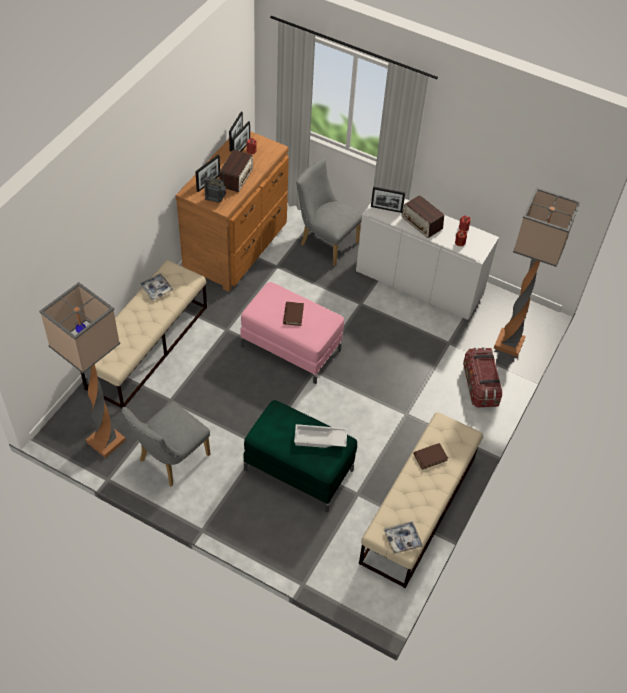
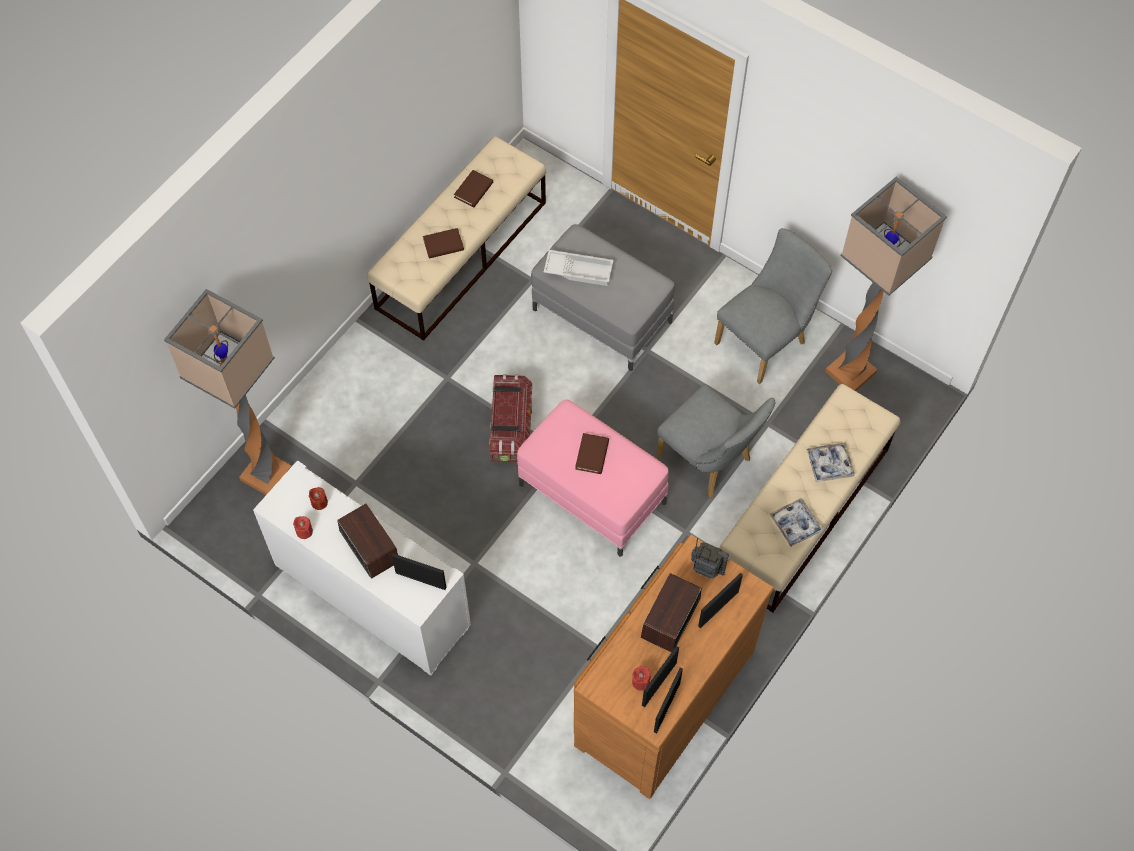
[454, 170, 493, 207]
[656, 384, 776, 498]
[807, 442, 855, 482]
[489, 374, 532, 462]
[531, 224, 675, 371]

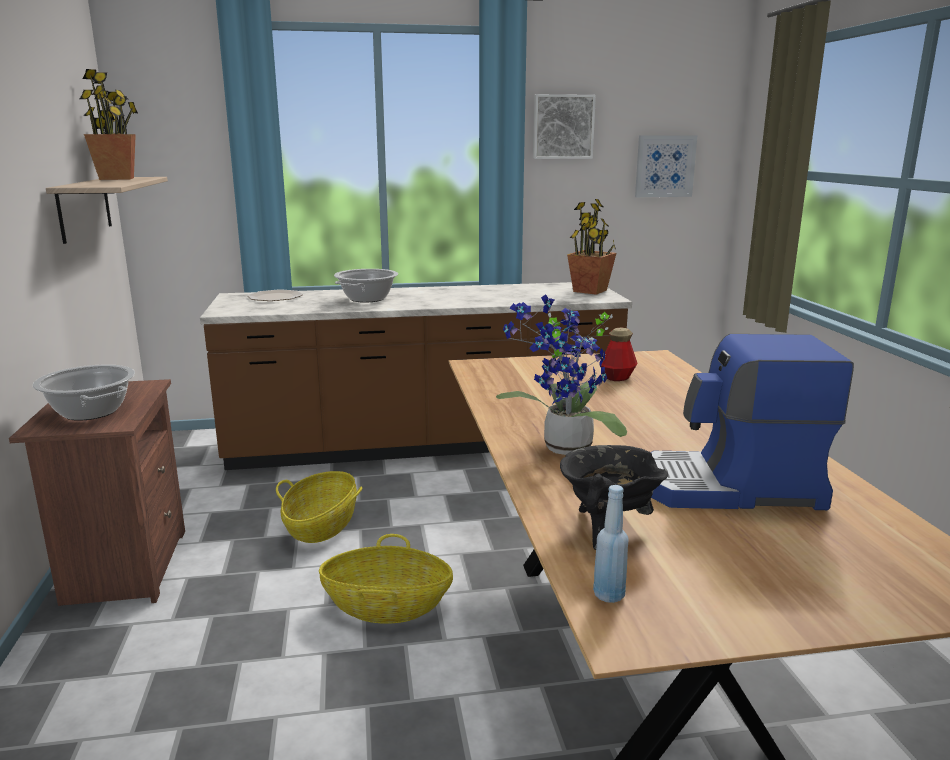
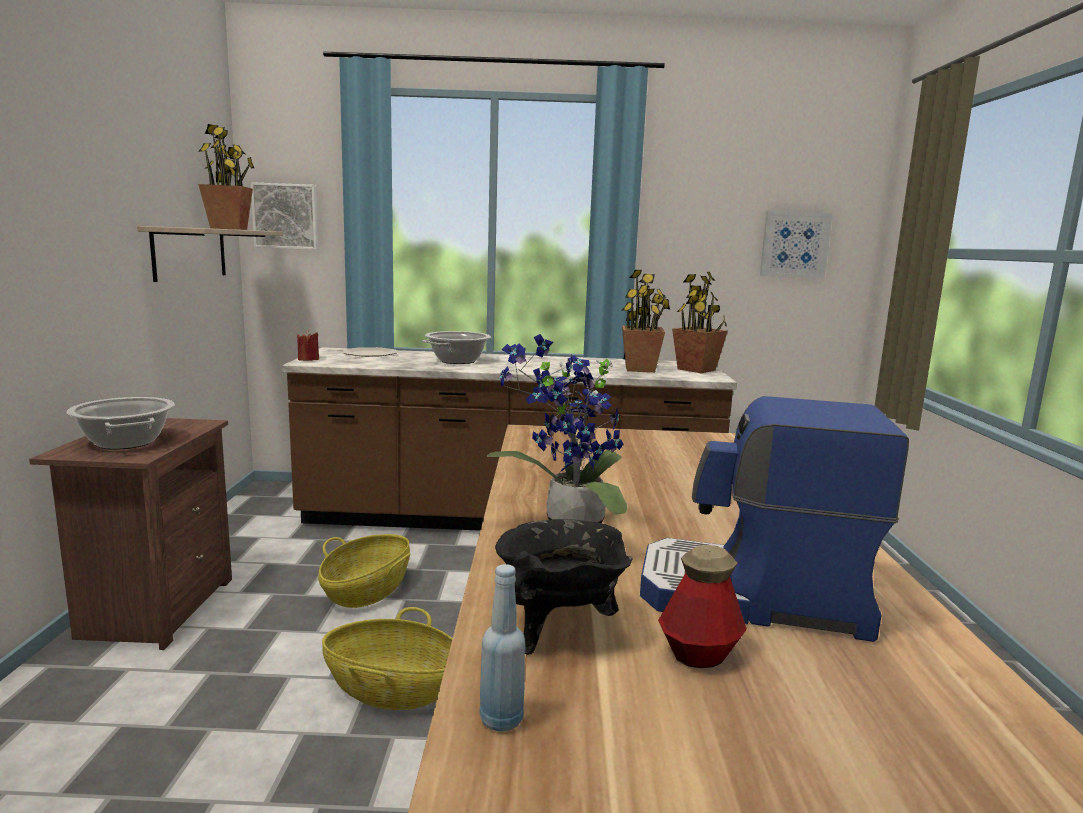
[297, 330, 319, 361]
[622, 270, 670, 373]
[251, 182, 319, 250]
[658, 545, 747, 668]

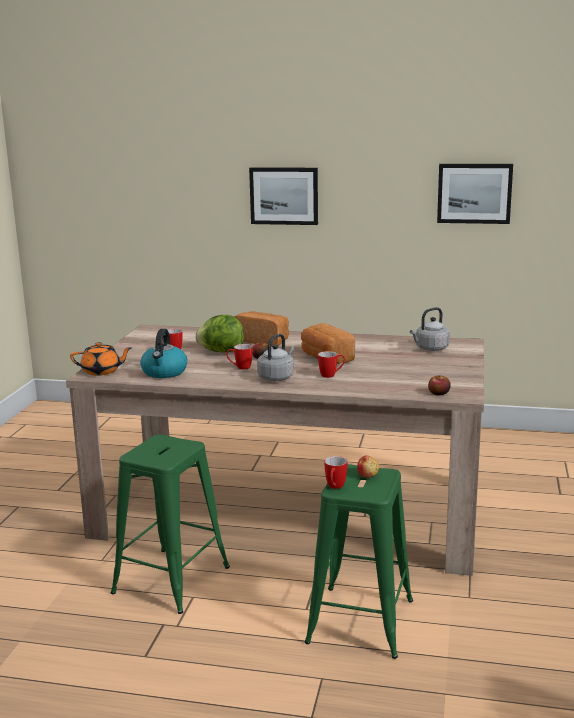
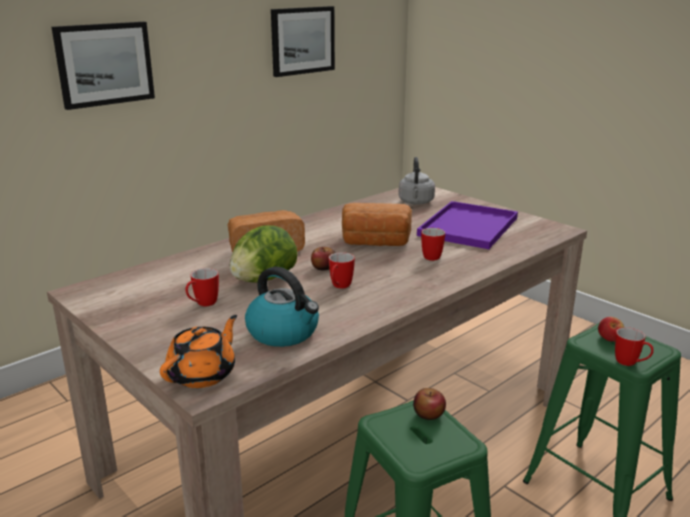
[257, 334, 295, 381] (first image)
[417, 201, 518, 249]
[413, 388, 446, 420]

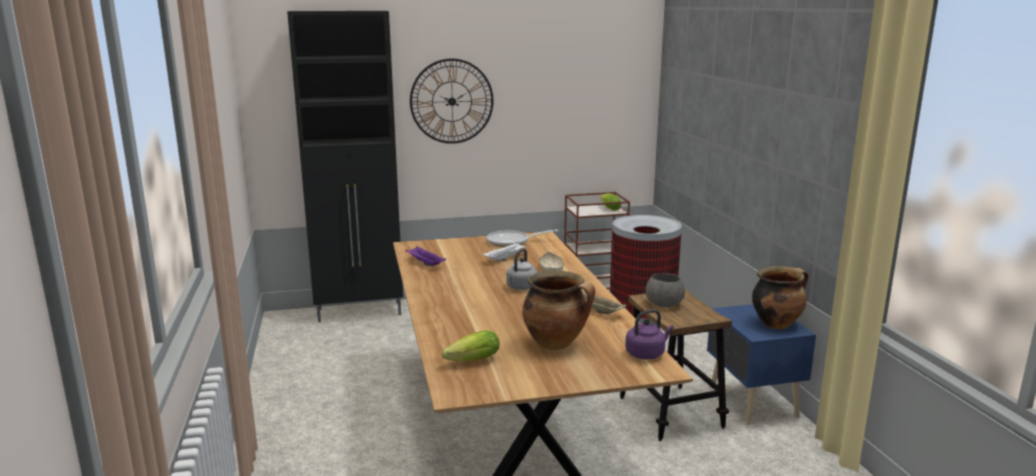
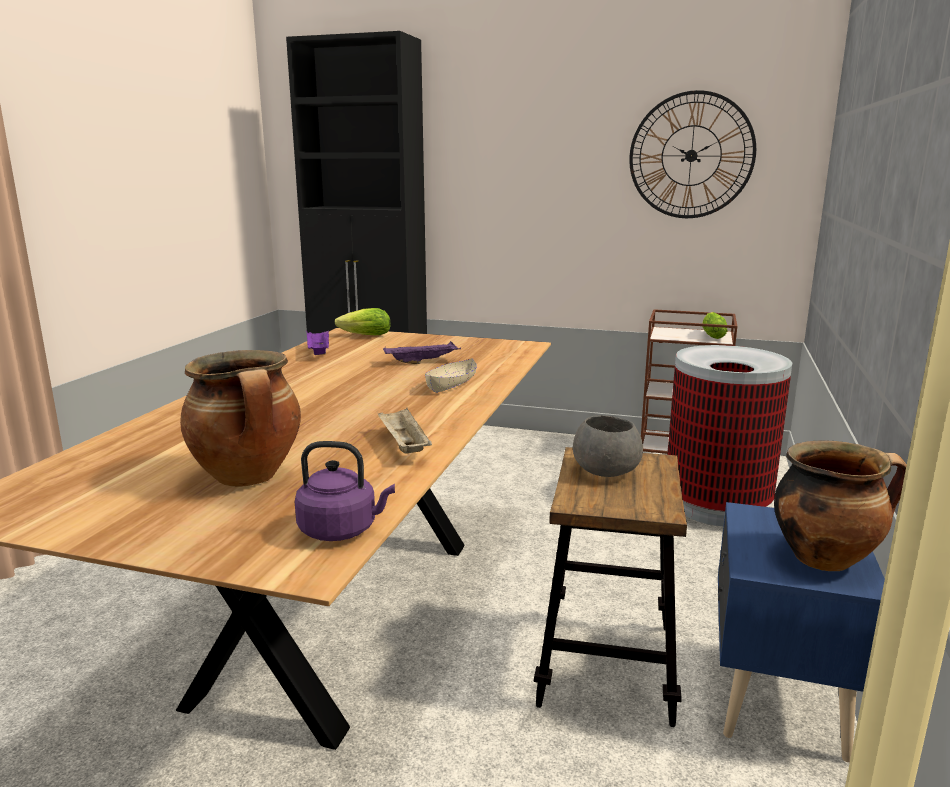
[487, 229, 558, 247] (first image)
[506, 248, 538, 290] (first image)
[629, 90, 756, 218]
[335, 308, 391, 335]
[383, 341, 461, 364]

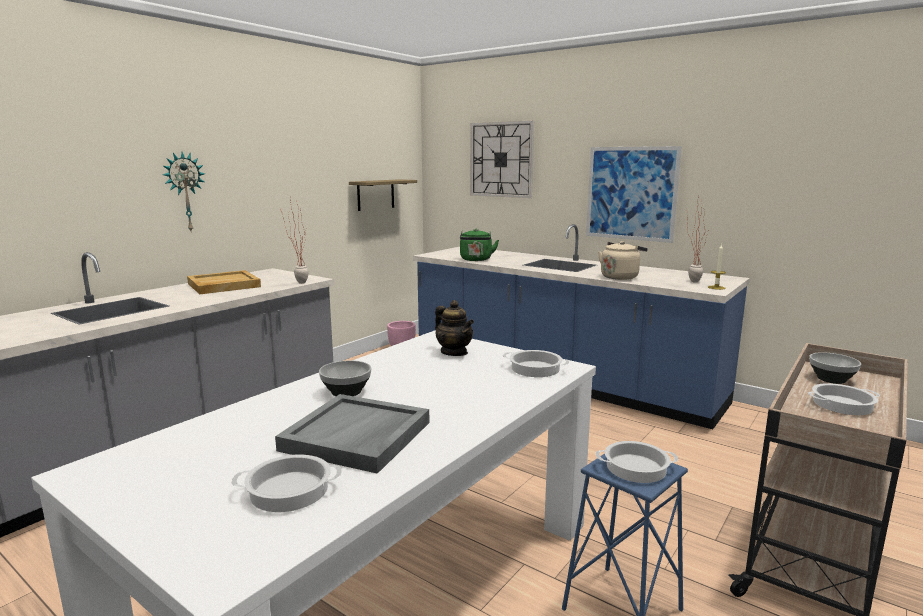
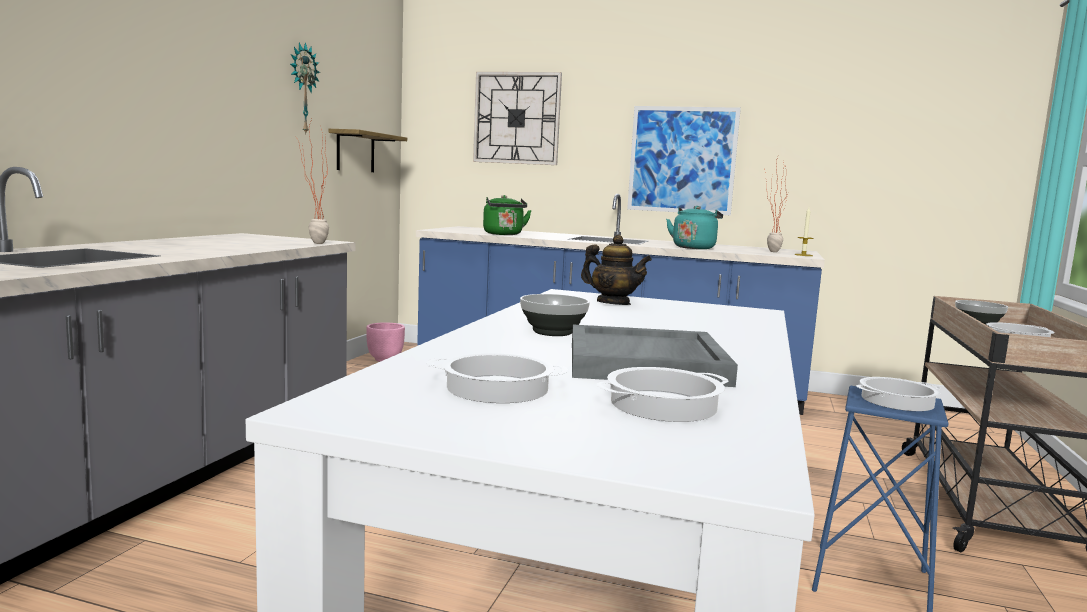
[187, 270, 261, 294] (first image)
[290, 42, 320, 135]
[426, 353, 569, 403]
[666, 206, 723, 249]

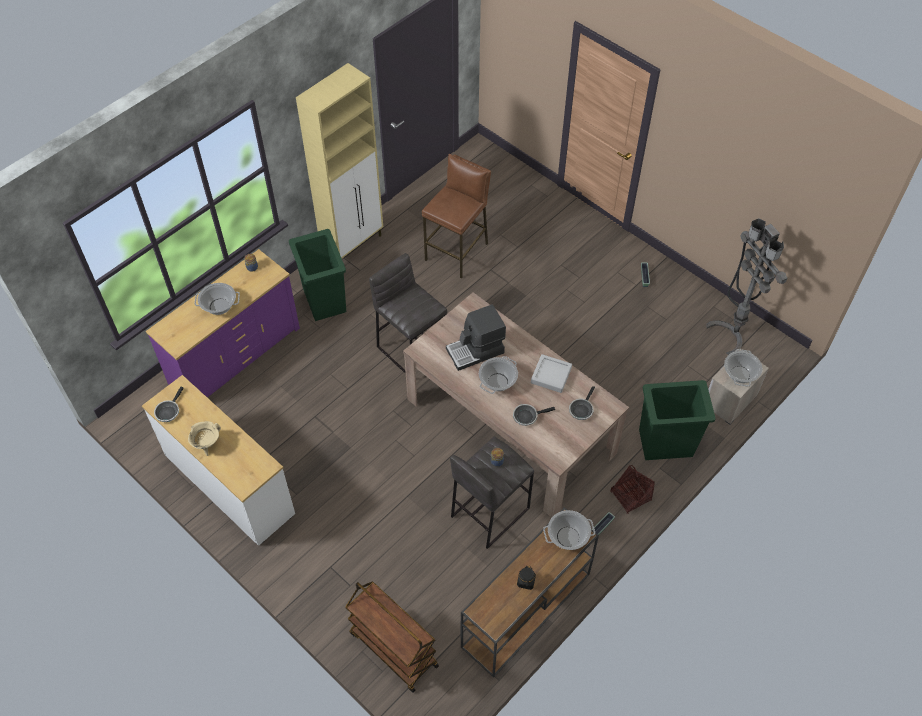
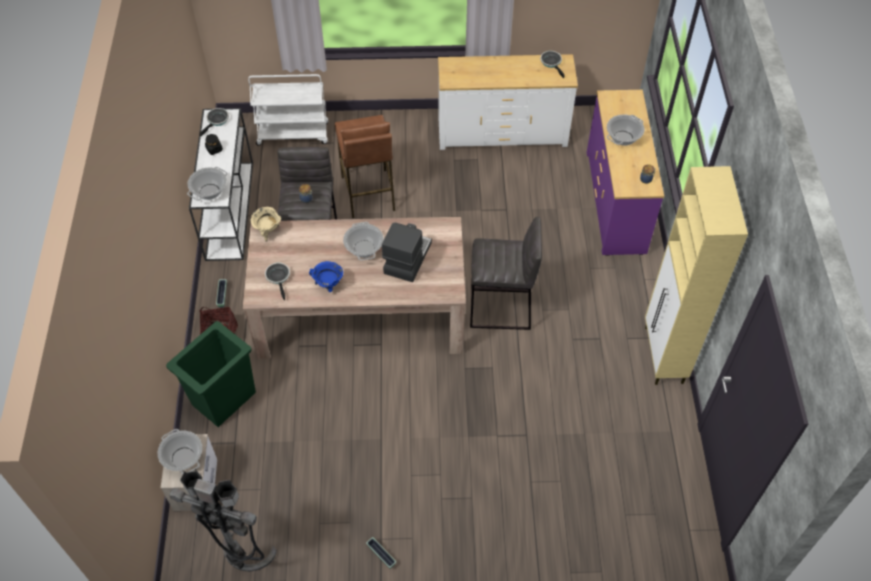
[289, 229, 346, 321] (first image)
[251, 207, 281, 242]
[335, 115, 395, 218]
[200, 108, 229, 136]
[309, 261, 343, 292]
[248, 74, 328, 146]
[189, 108, 253, 261]

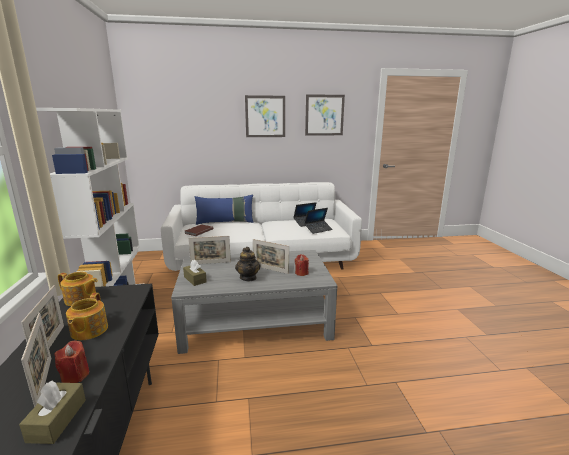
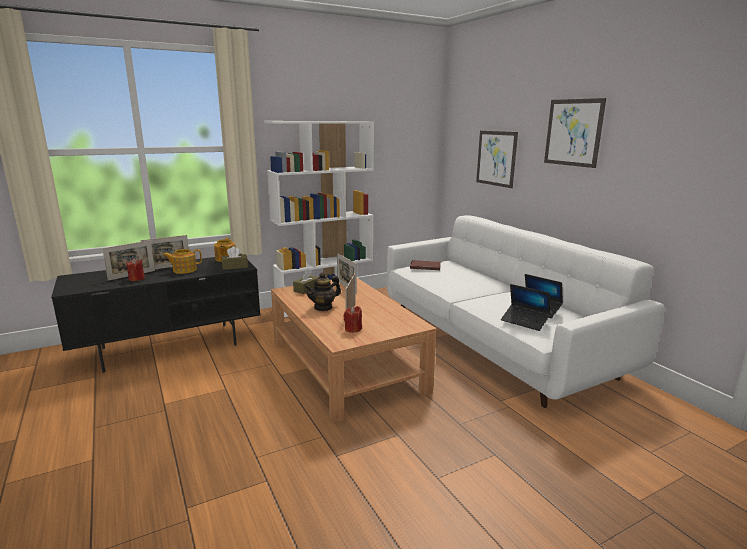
[195, 195, 254, 225] (first image)
[221, 247, 248, 270]
[476, 131, 518, 188]
[271, 278, 436, 424]

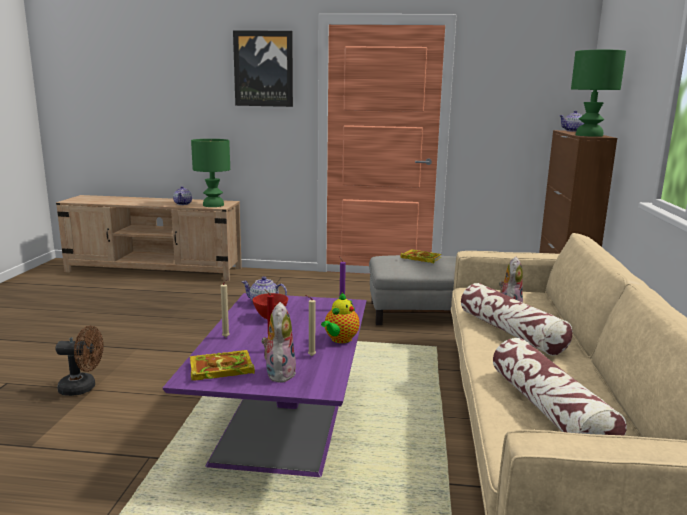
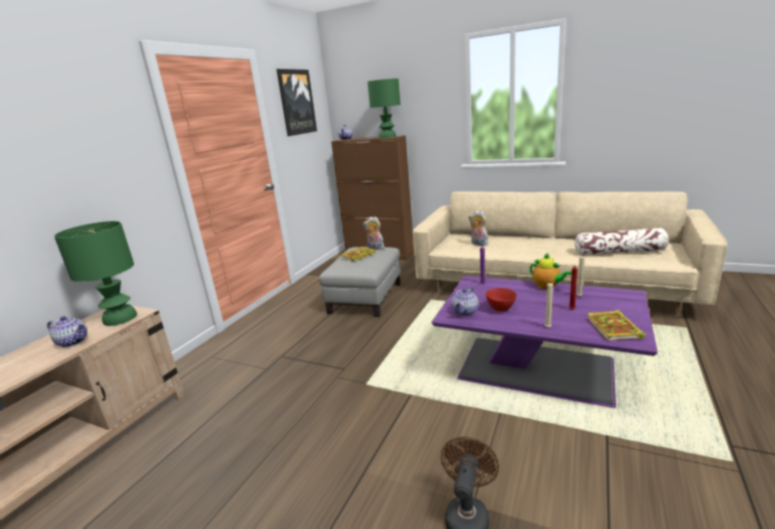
[461, 283, 572, 356] (first image)
[277, 69, 317, 136]
[363, 216, 386, 250]

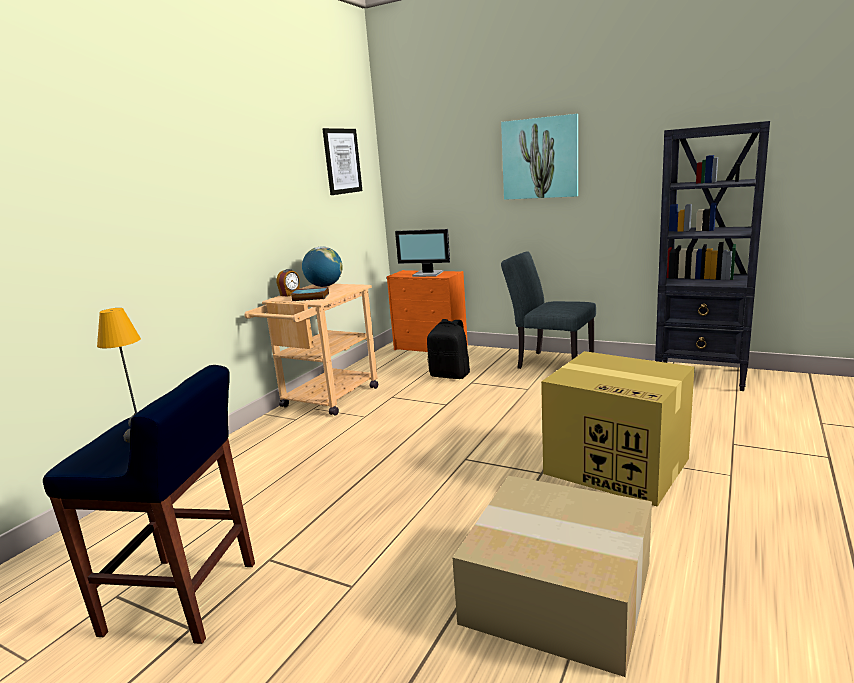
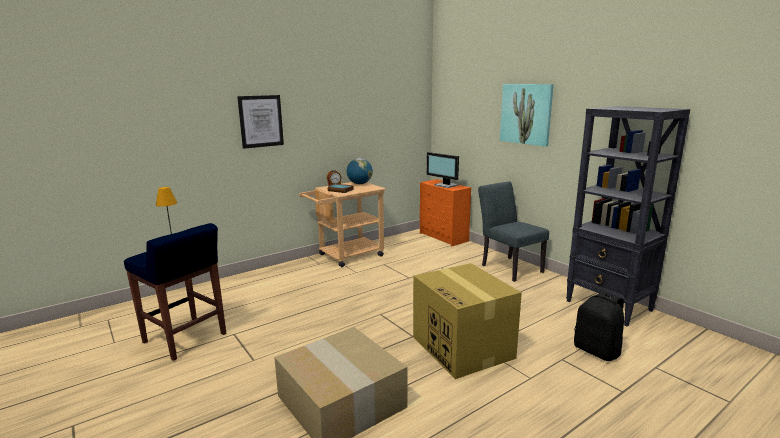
[237, 95, 284, 149]
[574, 291, 624, 361]

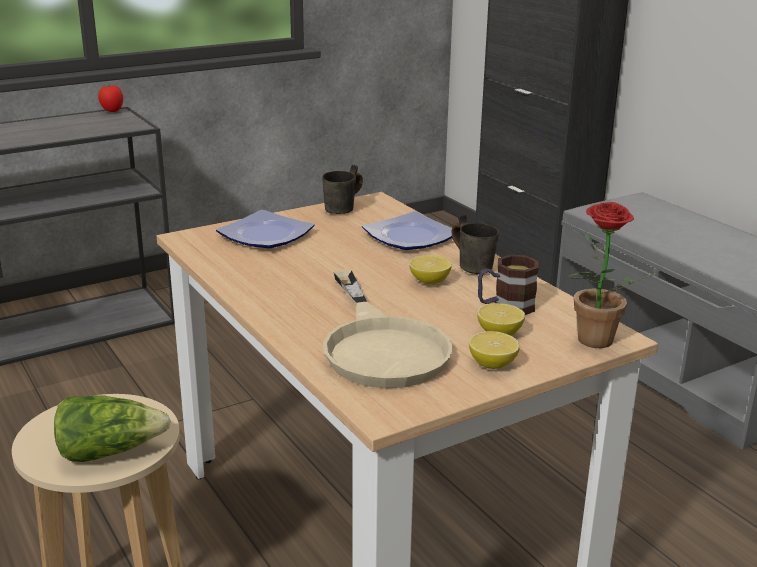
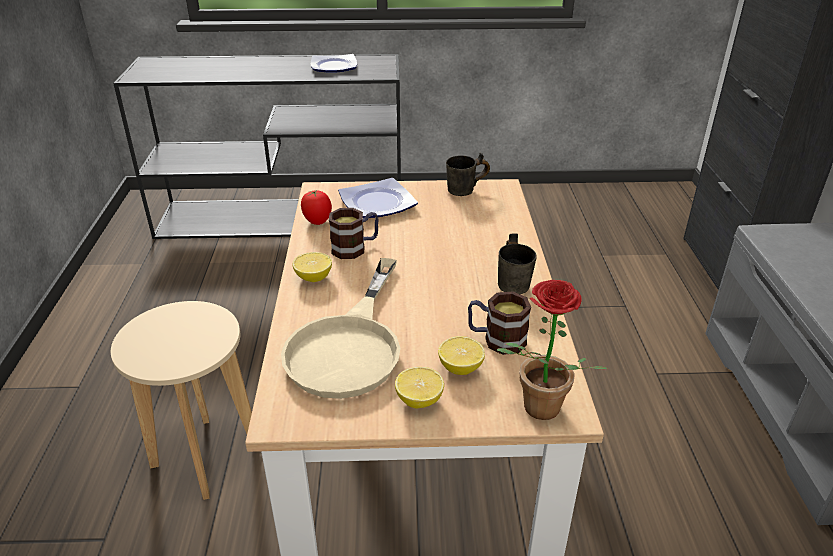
[54, 395, 171, 462] (first image)
[329, 208, 379, 259]
[301, 189, 332, 225]
[311, 54, 357, 73]
[293, 252, 332, 282]

